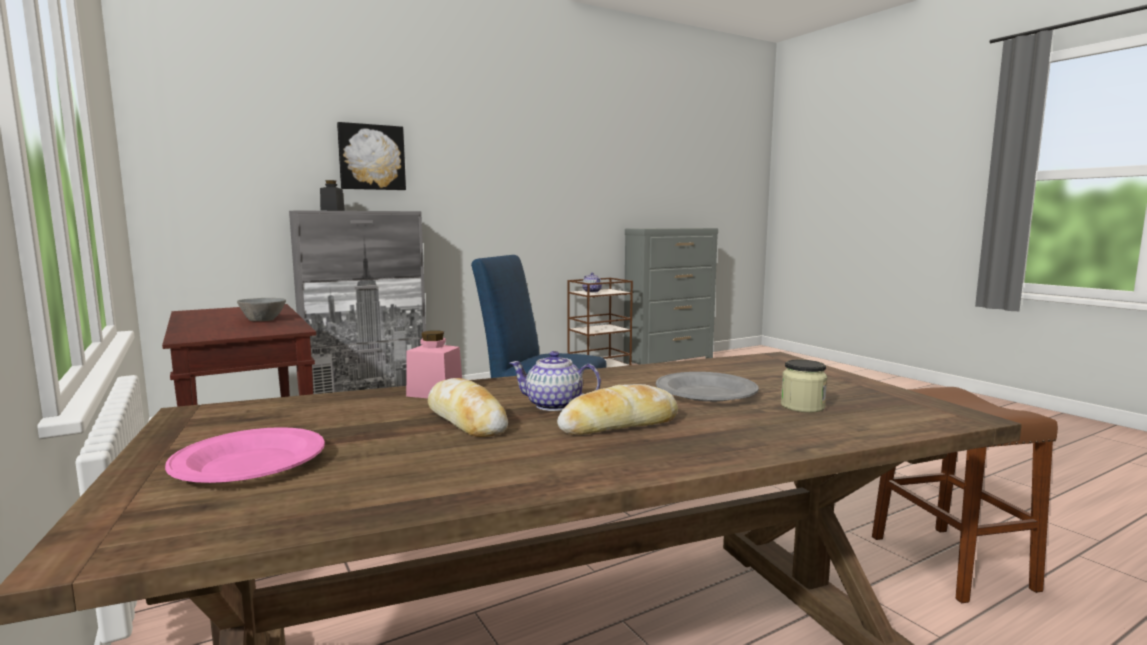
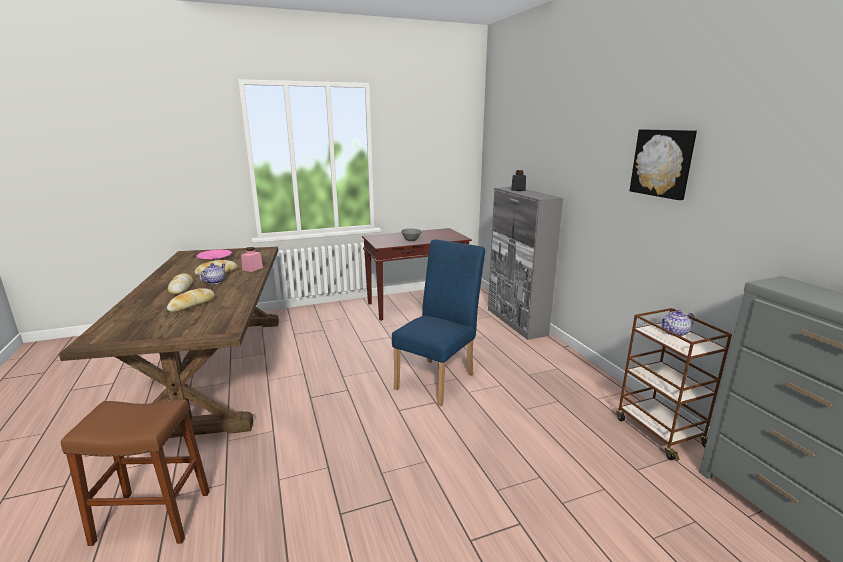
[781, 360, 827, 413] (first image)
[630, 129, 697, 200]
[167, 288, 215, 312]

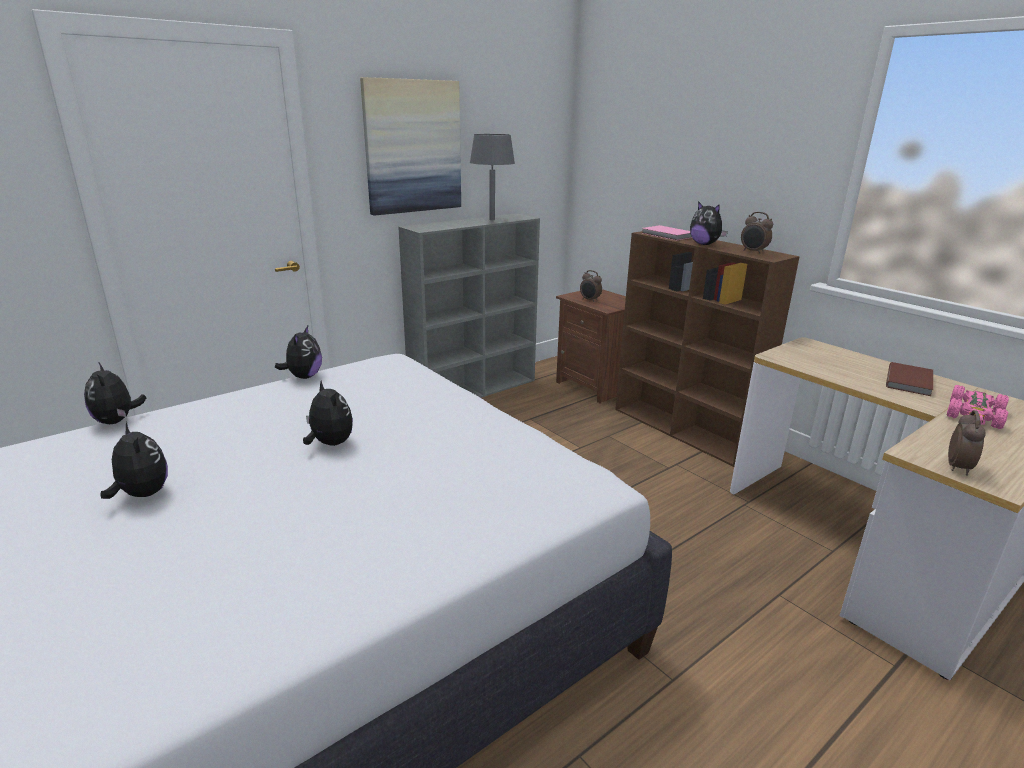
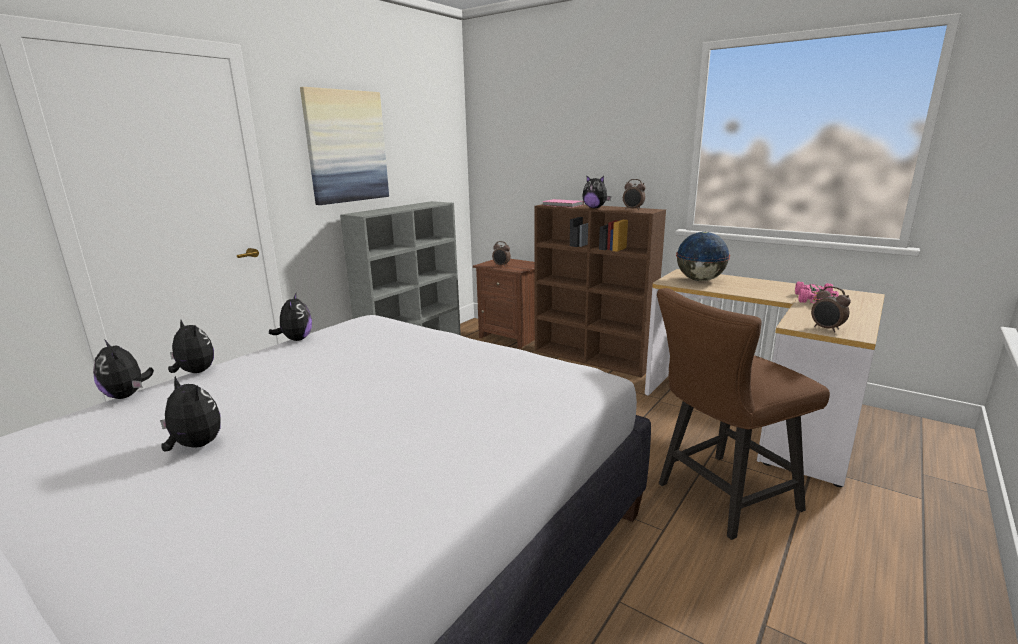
[470, 134, 515, 220] (first image)
[886, 362, 933, 396] (first image)
[657, 288, 830, 540]
[676, 232, 730, 281]
[168, 320, 214, 373]
[811, 286, 851, 332]

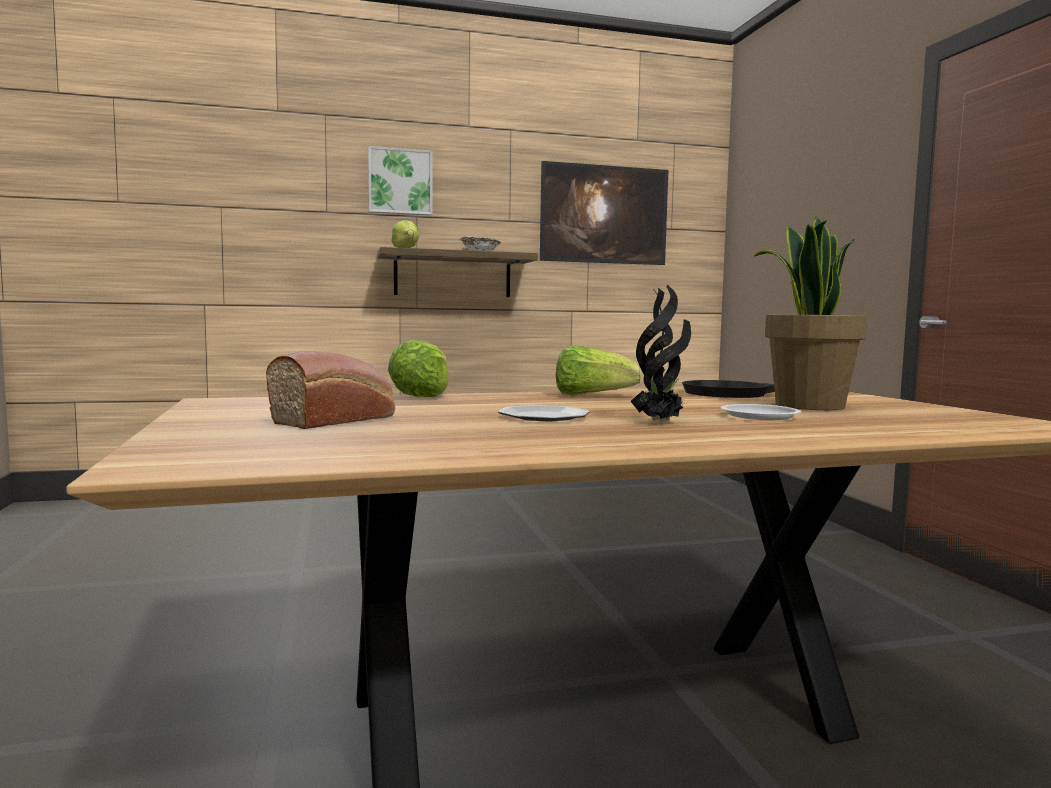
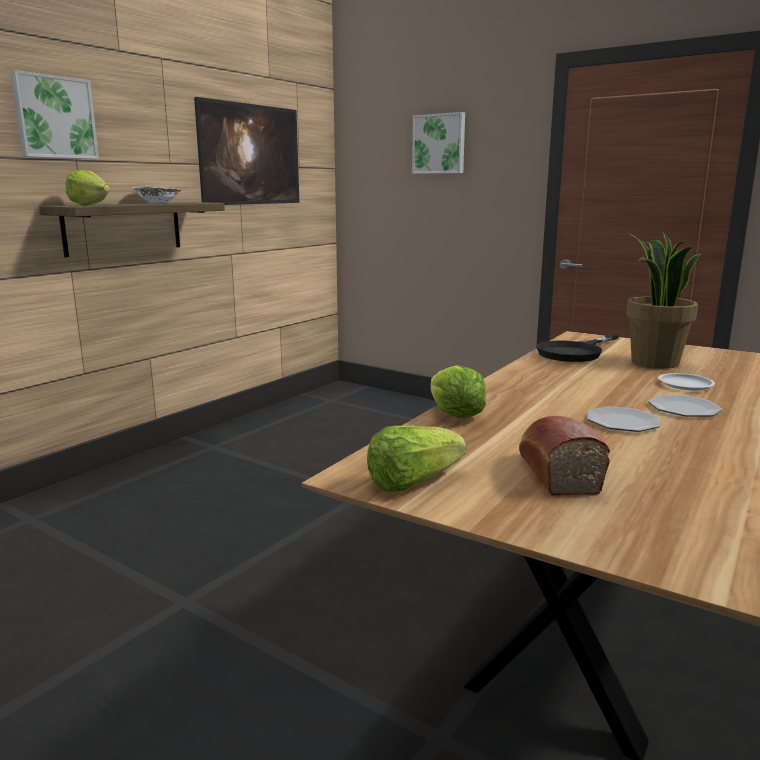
[412, 112, 465, 174]
[367, 426, 466, 491]
[648, 395, 722, 417]

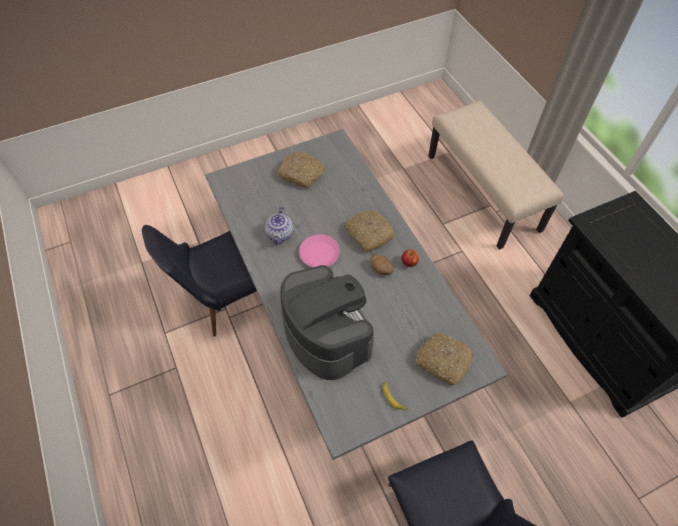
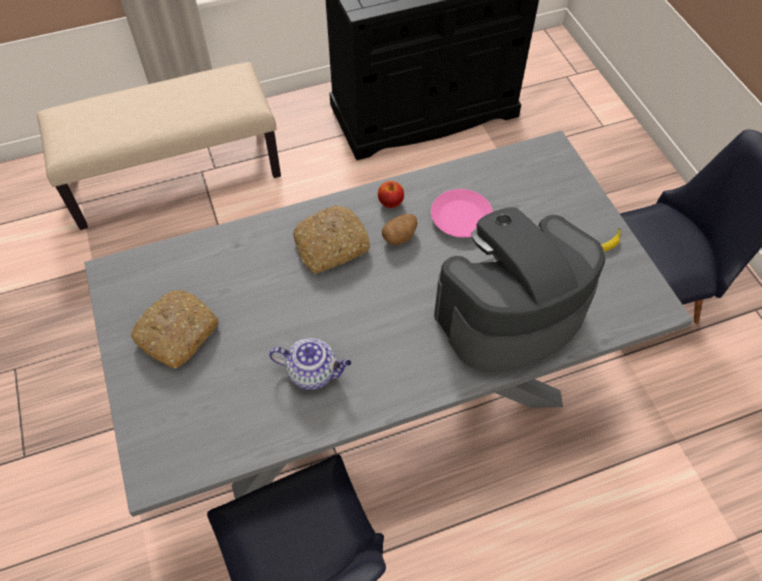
[415, 333, 473, 385] (first image)
[431, 189, 493, 237]

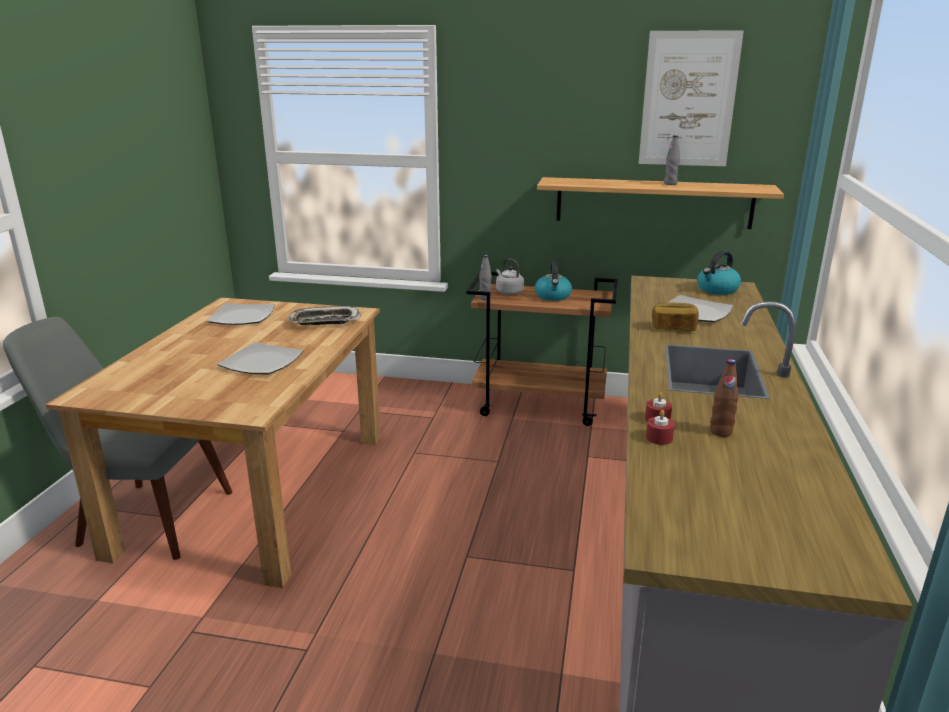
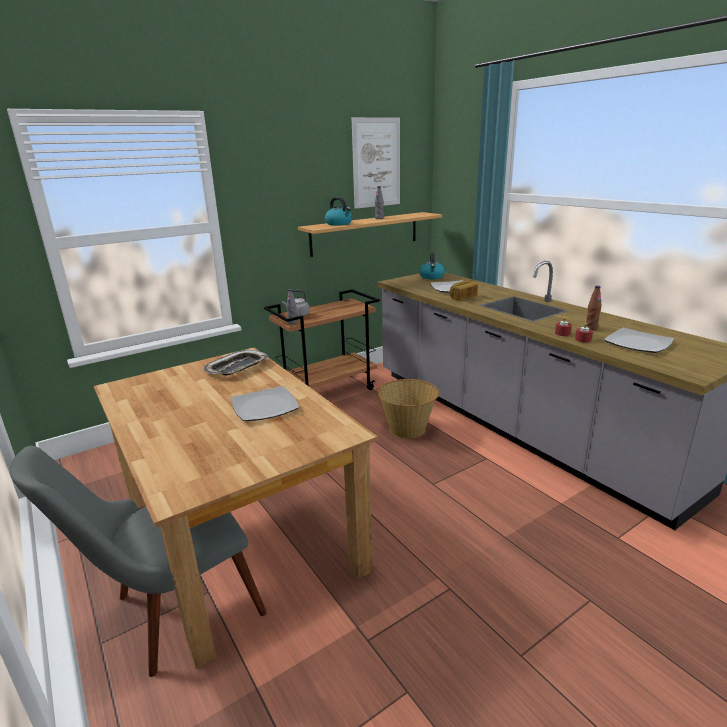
[378, 379, 439, 439]
[604, 328, 674, 353]
[325, 197, 352, 226]

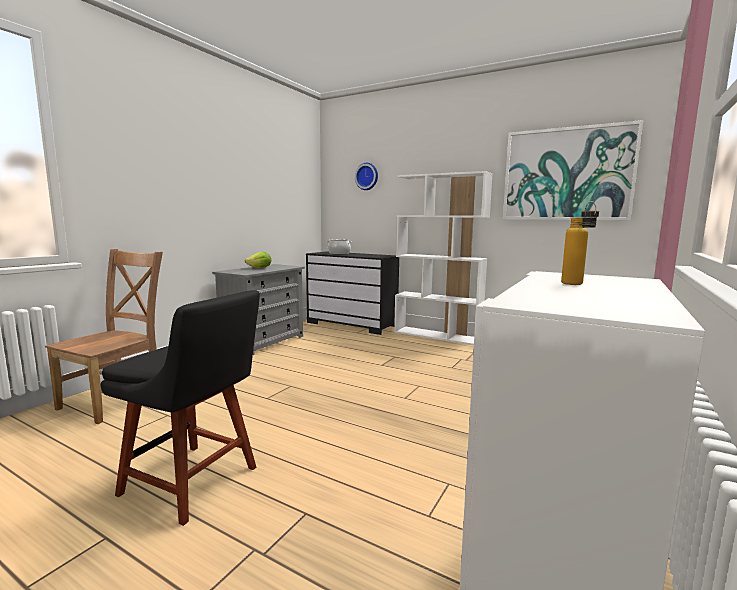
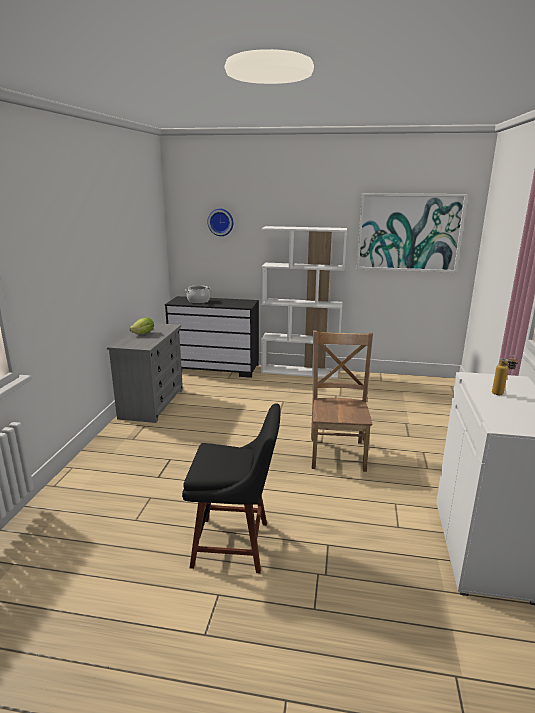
[311, 330, 373, 472]

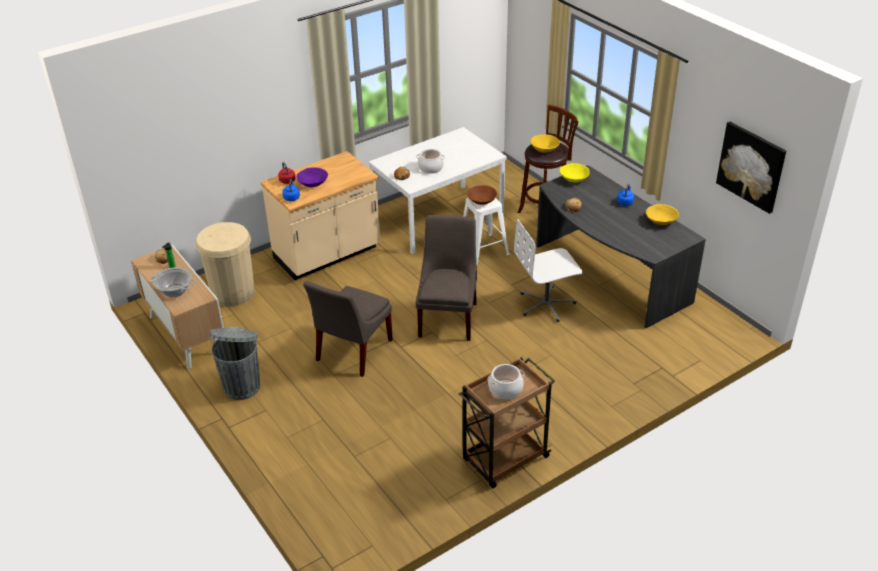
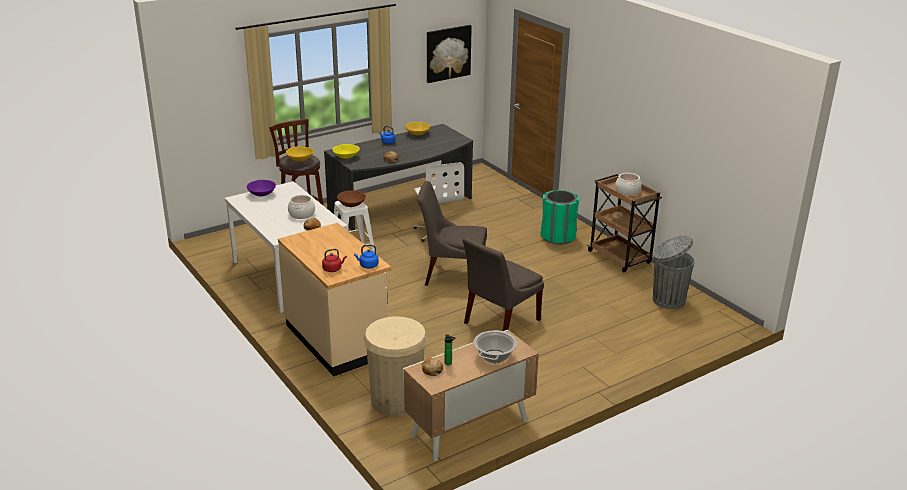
[541, 190, 579, 245]
[653, 235, 695, 309]
[247, 180, 276, 196]
[462, 237, 544, 331]

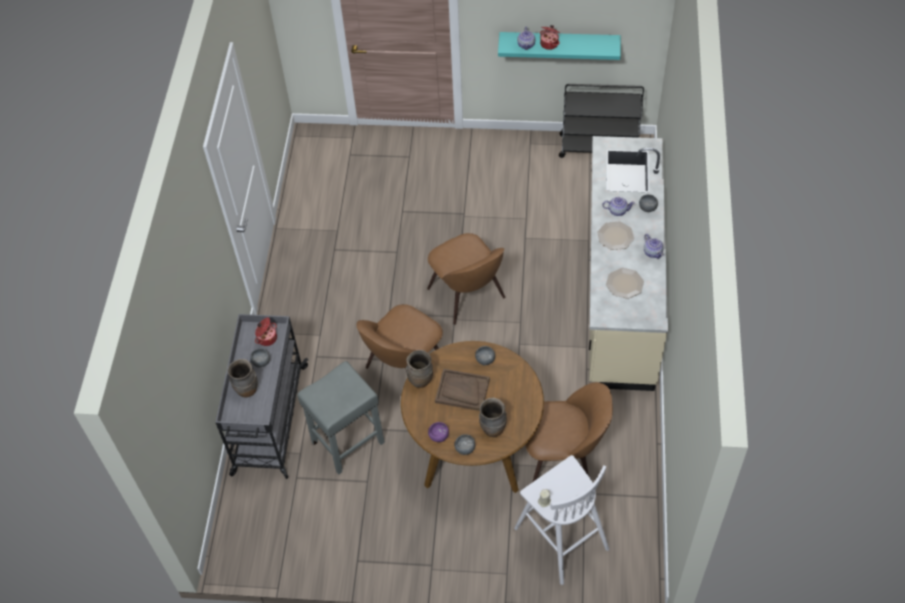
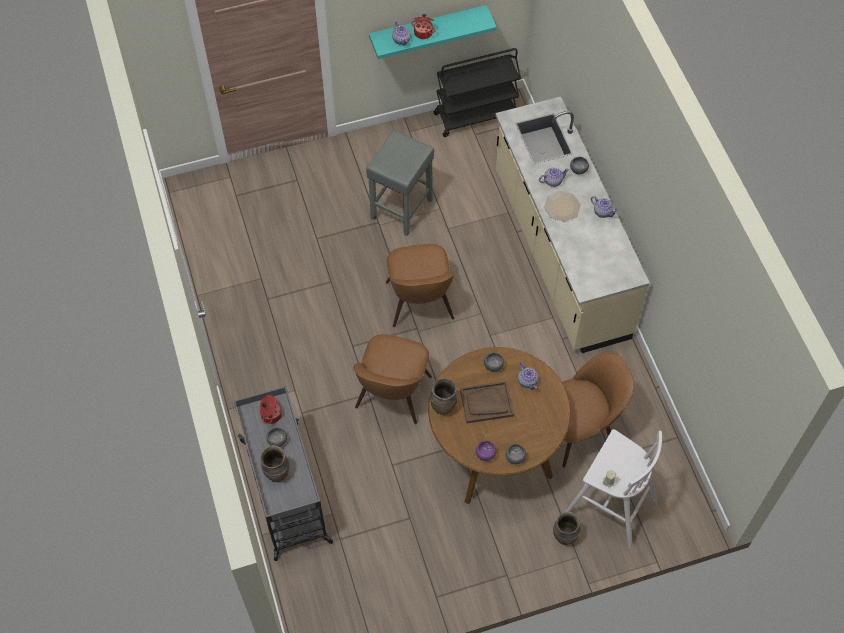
[606, 268, 644, 299] (first image)
[518, 362, 539, 390]
[366, 130, 434, 236]
[553, 511, 580, 545]
[386, 244, 454, 327]

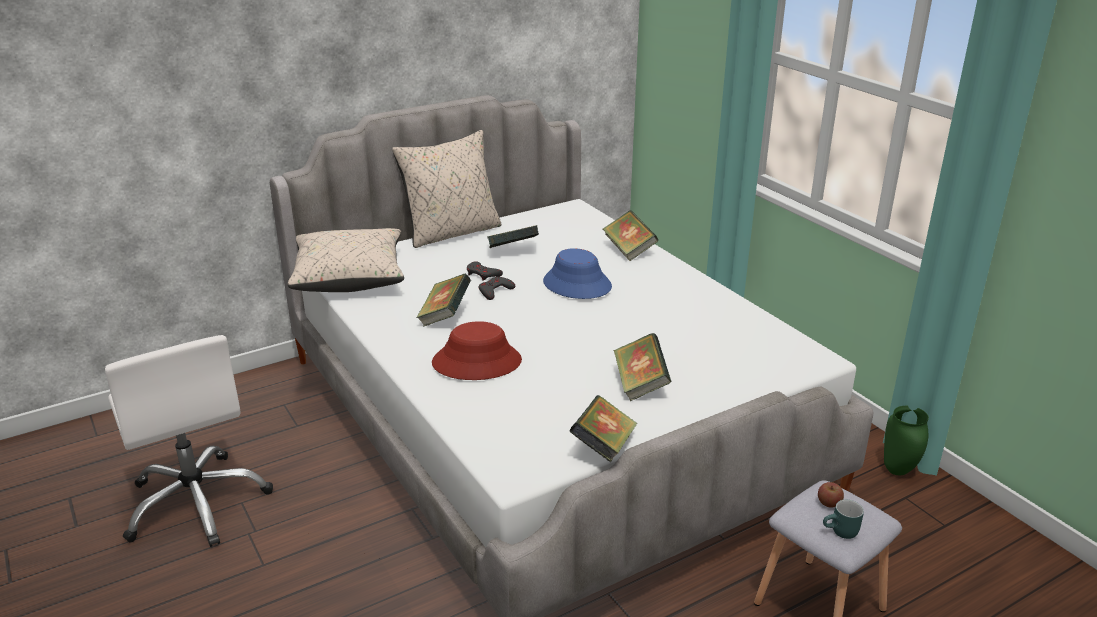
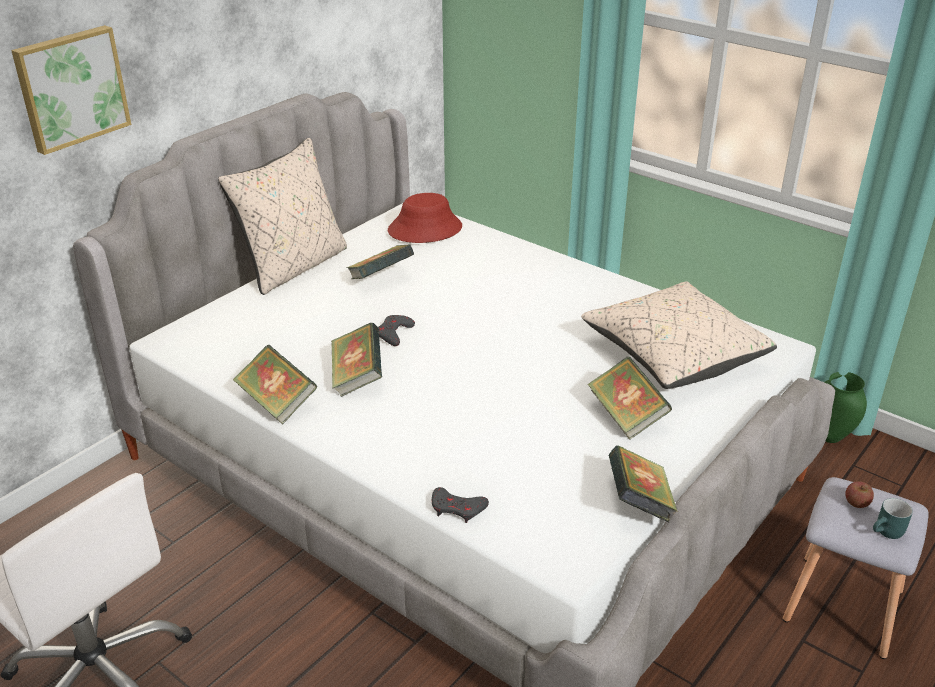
[543, 248, 612, 299] (first image)
[11, 25, 131, 155]
[581, 281, 777, 389]
[388, 193, 462, 243]
[432, 487, 489, 523]
[233, 345, 317, 424]

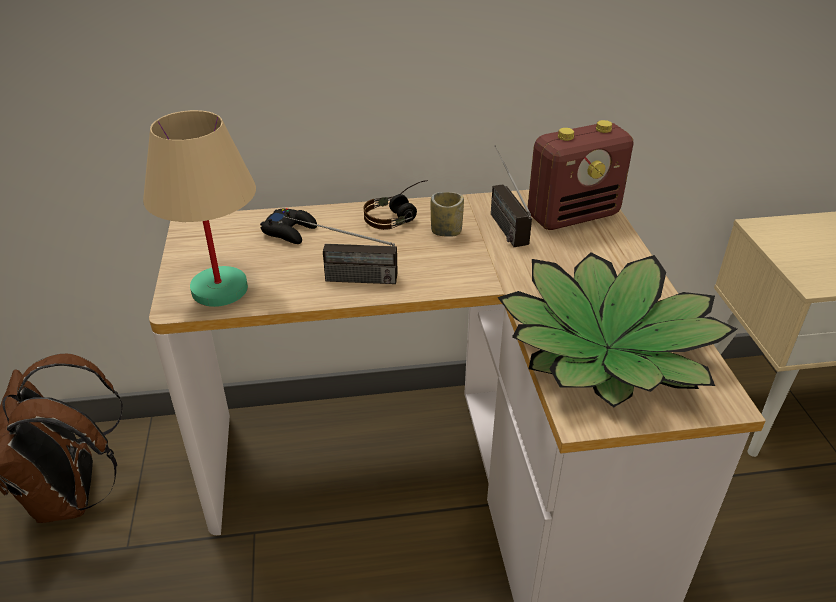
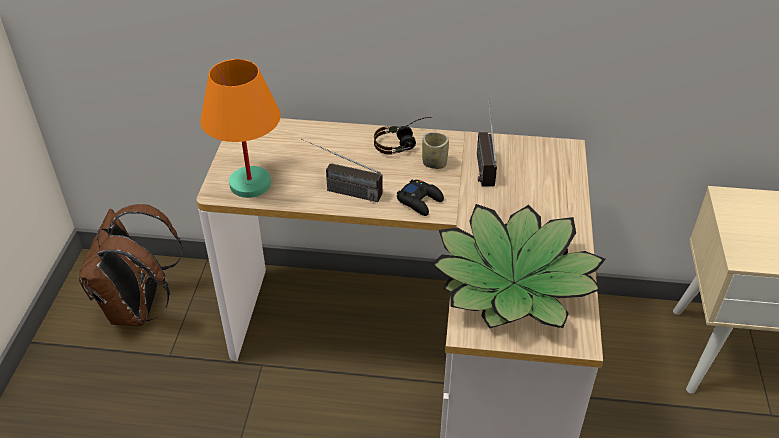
[528, 120, 633, 230] (first image)
[397, 180, 444, 216]
[200, 59, 281, 198]

